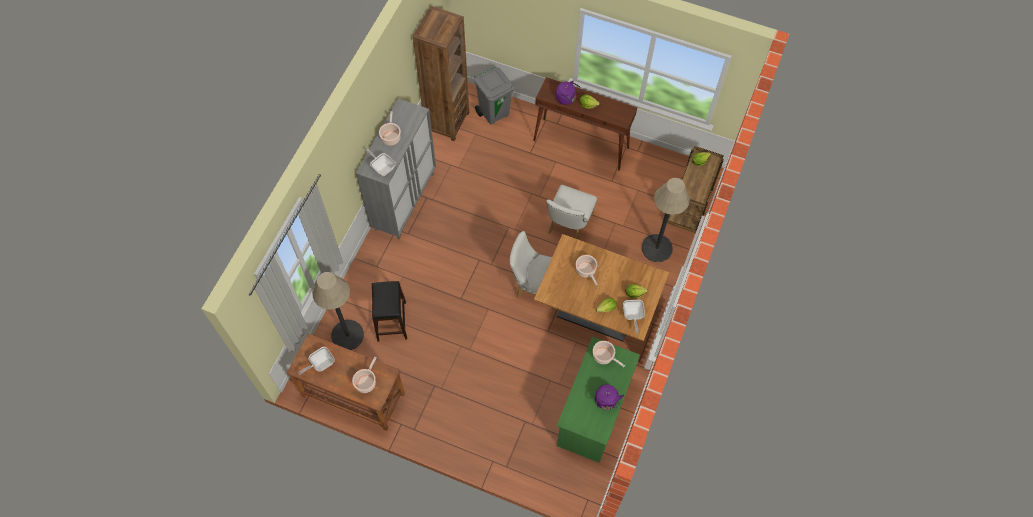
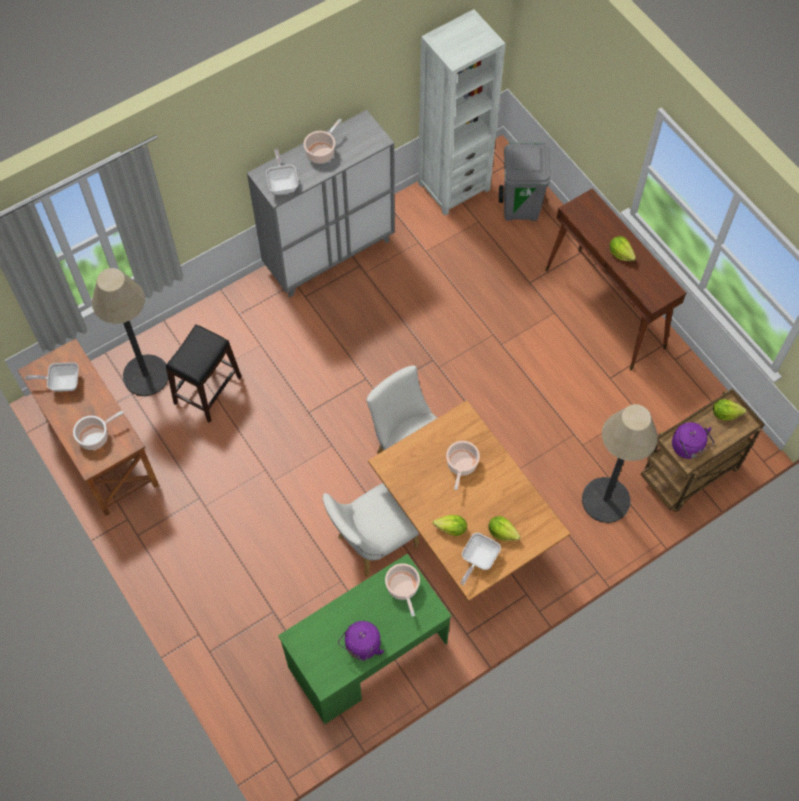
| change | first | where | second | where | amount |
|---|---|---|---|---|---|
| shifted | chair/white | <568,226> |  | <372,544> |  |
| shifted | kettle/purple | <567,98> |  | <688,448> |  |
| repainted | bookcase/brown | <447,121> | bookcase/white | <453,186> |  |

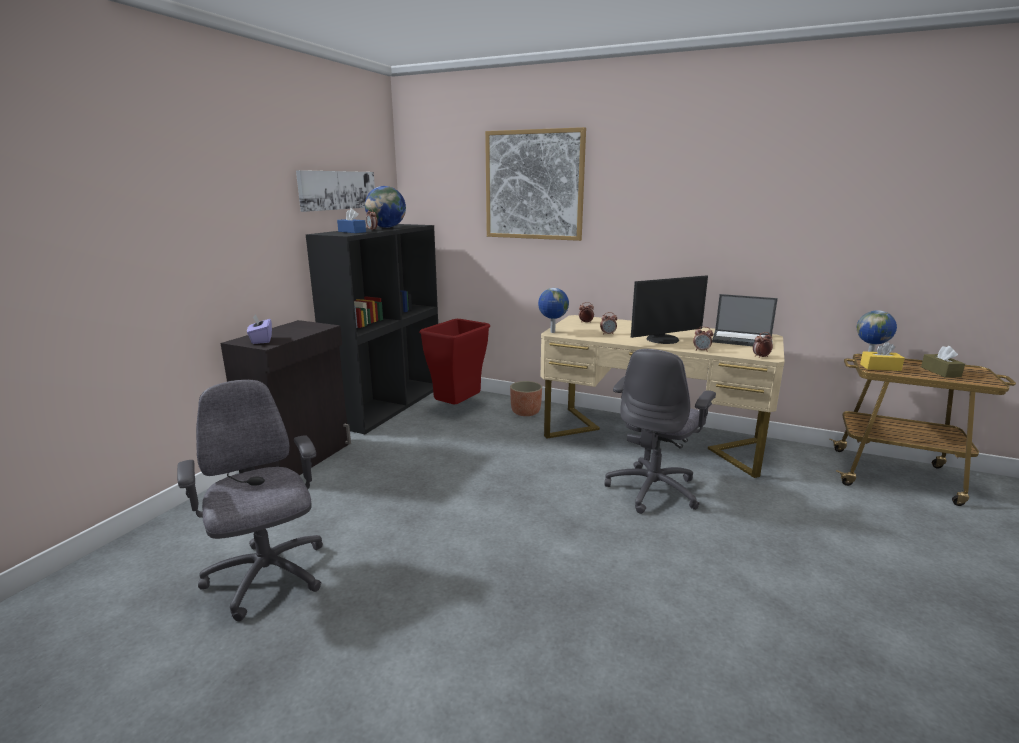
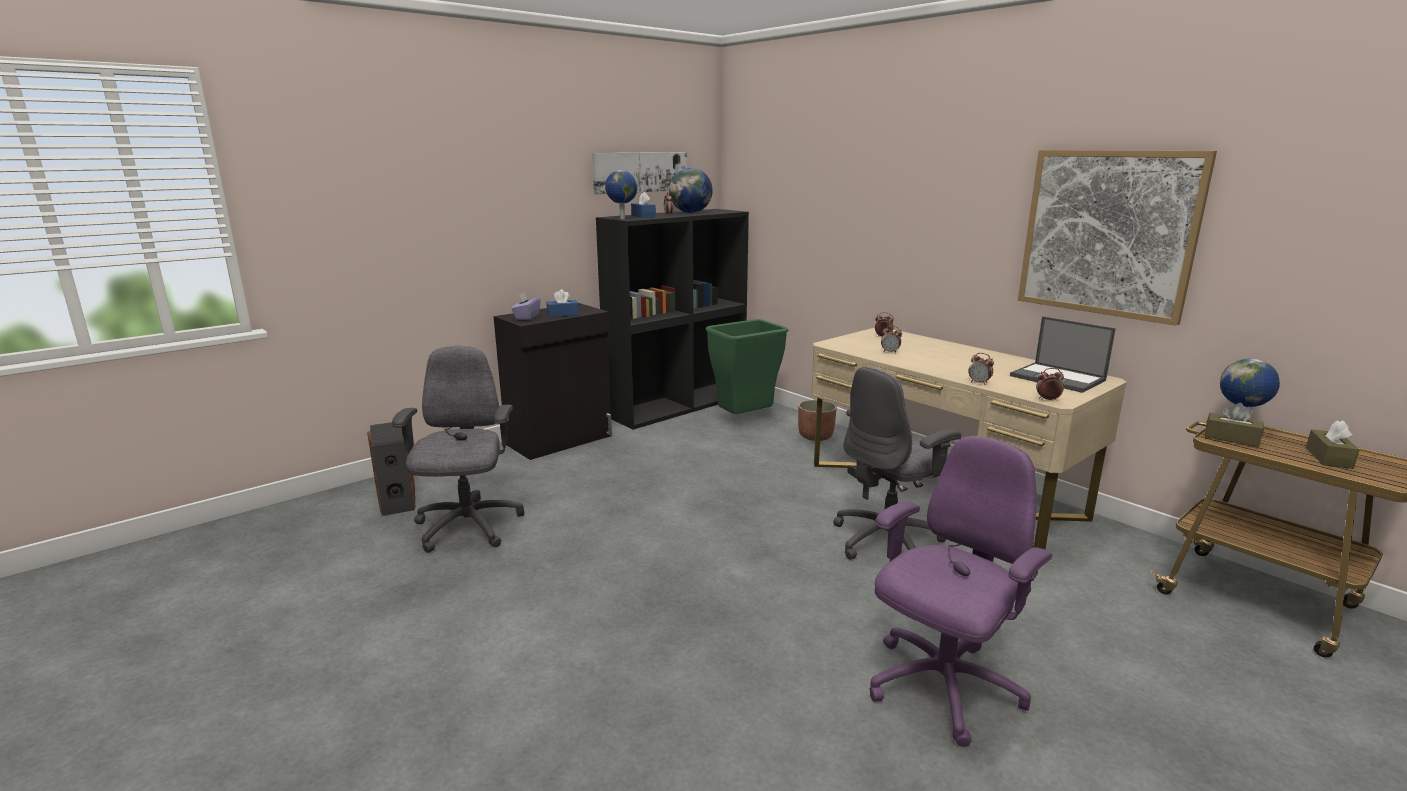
| change | first | where | second | where | amount |
|---|---|---|---|---|---|
| gone | monitor | <664,340> |  |  |  |
| new |  |  | speaker | <397,500> |  |
| new |  |  | tissue box/blue | <563,314> |  |
| new |  |  | office chair/purple | <941,688> |  |
| shifted | picture | <534,185> |  | <1108,233> |  |
| shifted | globe | <552,332> |  | <621,219> |  |
| repainted | trash can/red | <457,408> | trash can/green | <745,420> |  |
| repainted | tissue box/yellow | <880,367> | tissue box/brown | <1231,438> |  |

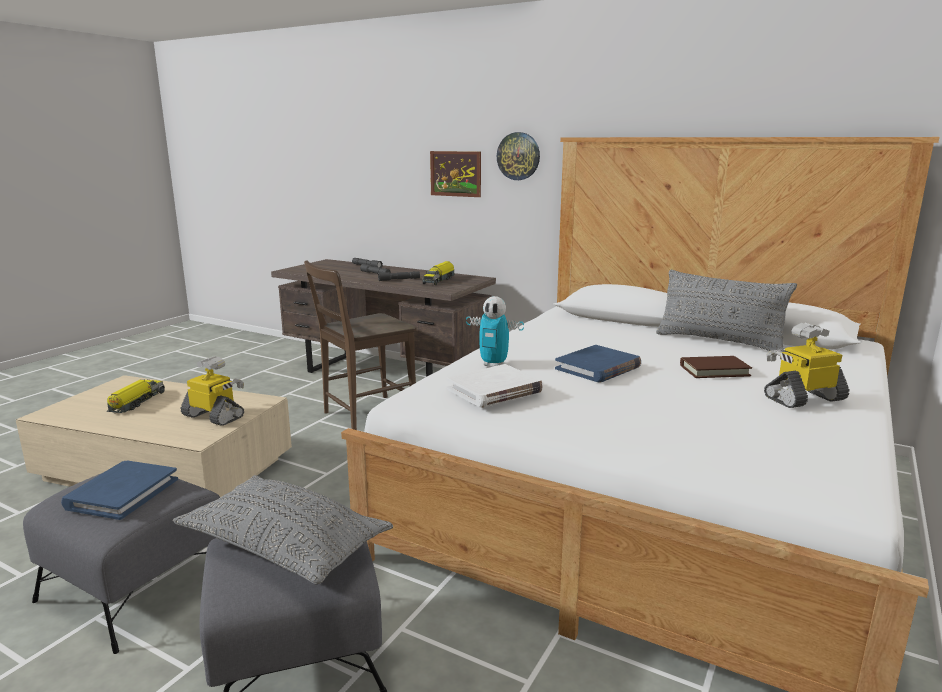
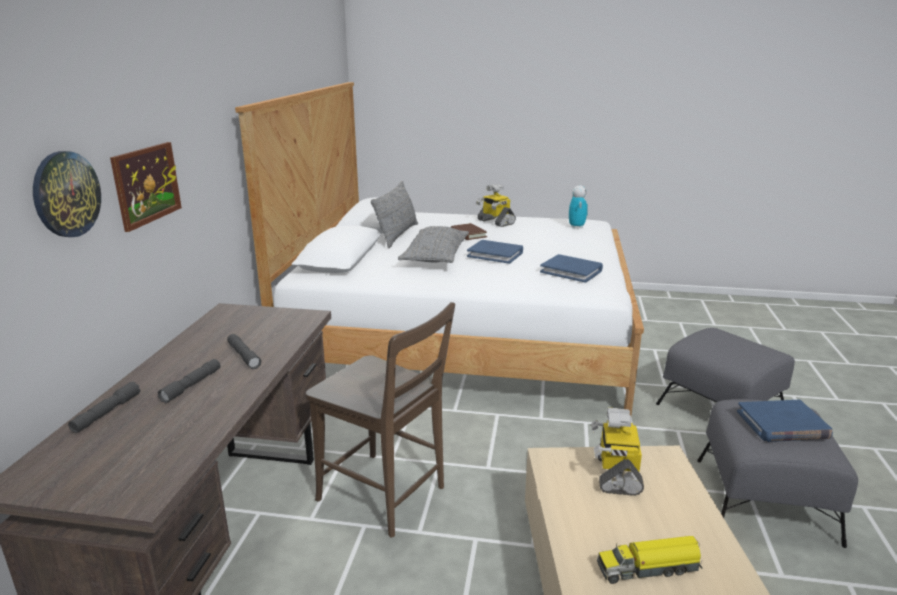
| change | first | where | second | where | amount |
|---|---|---|---|---|---|
| gone | toy truck | <439,280> |  |  |  |
| shifted | pillow/grey | <284,545> |  | <435,257> |  |
| shifted | toy robot | <494,364> |  | <576,227> |  |
| shifted | wall clock | <518,156> |  | <66,194> |  |
| repainted | book/white | <494,390> | book/blue | <571,271> |  |

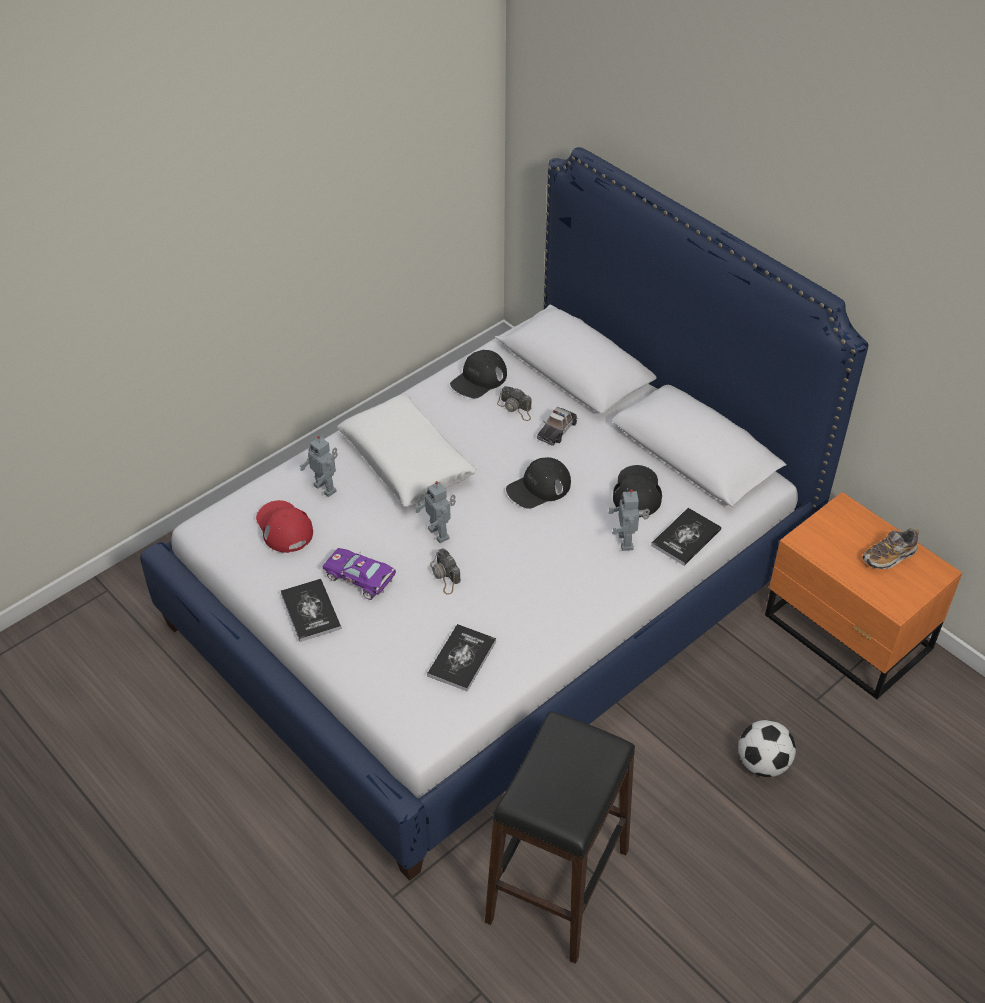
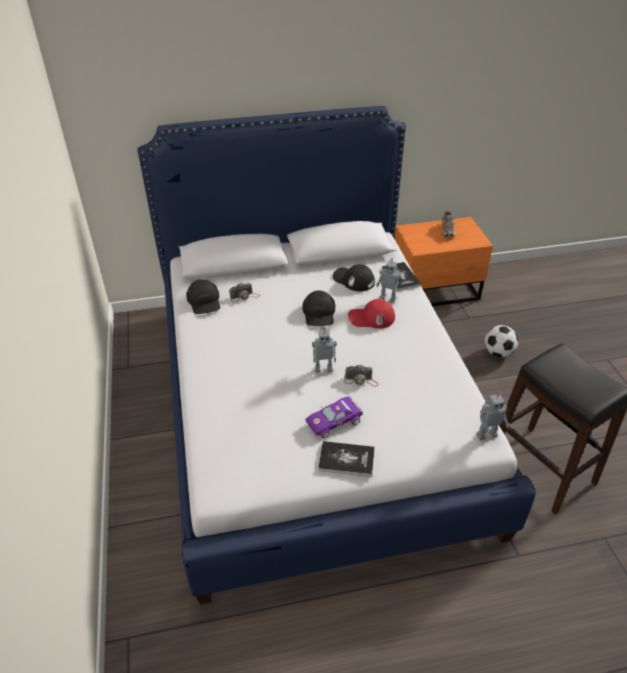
| change | first | where | second | where | amount |
|---|---|---|---|---|---|
| gone | pillow/white | <407,460> |  |  |  |
| gone | book | <462,658> |  |  |  |
| gone | toy car | <556,430> |  |  |  |
| shifted | cap/red | <284,527> |  | <371,318> |  |
| shifted | toy robot | <326,488> |  | <486,434> |  |

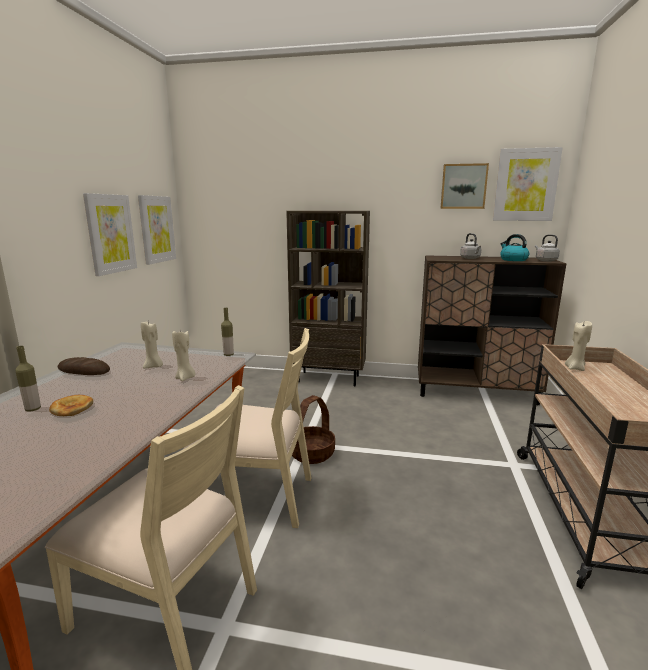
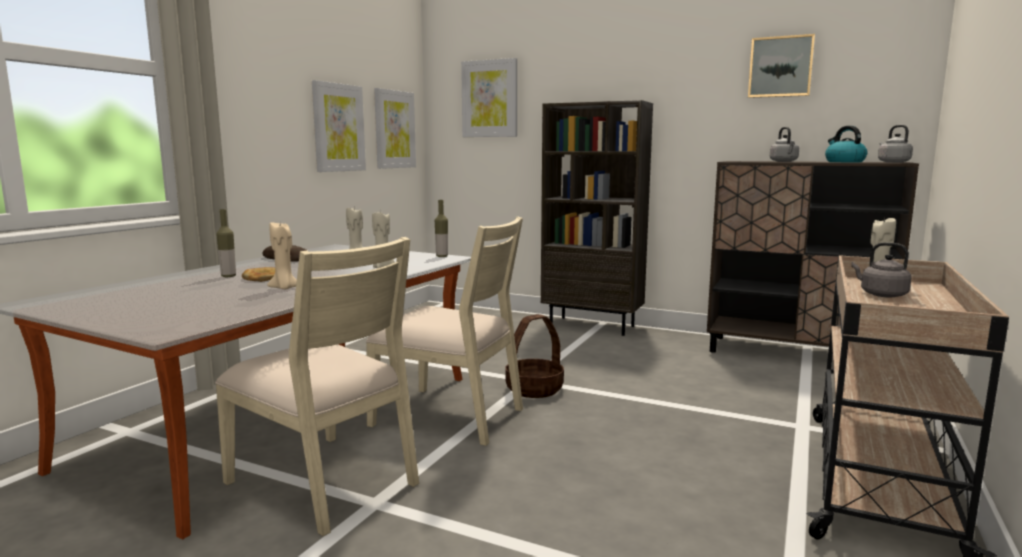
| change | first | where | second | where | amount |
|---|---|---|---|---|---|
| new |  |  | candle/beige | <284,288> |  |
| new |  |  | kettle/grey | <881,294> |  |
| shifted | picture | <525,185> |  | <489,99> |  |

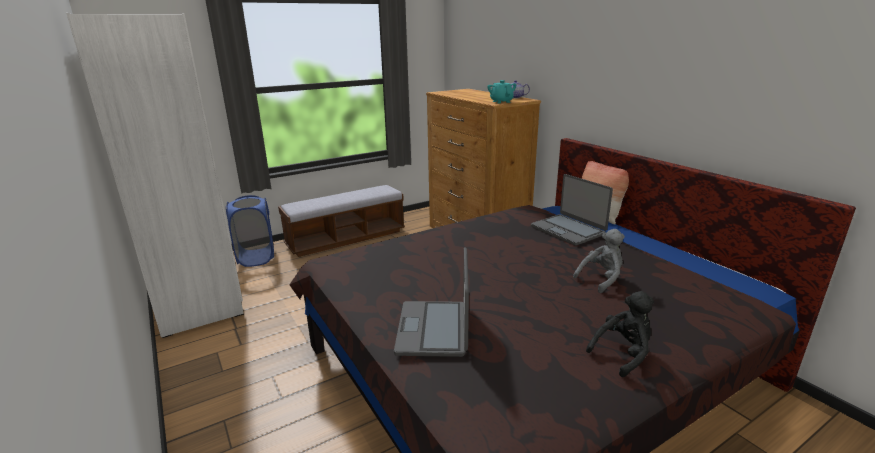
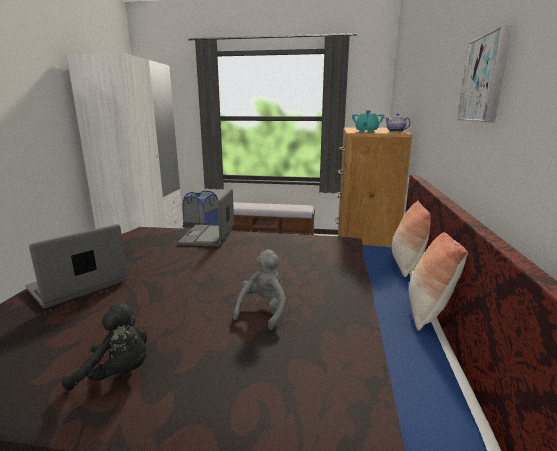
| change | first | where | second | where | amount |
|---|---|---|---|---|---|
| new |  |  | pillow | <428,310> |  |
| new |  |  | picture | <485,79> |  |
| shifted | laptop | <568,230> |  | <208,236> |  |
| rotated | plush toy/grey | <601,279> |  | <263,311> | 75 degrees counterclockwise |

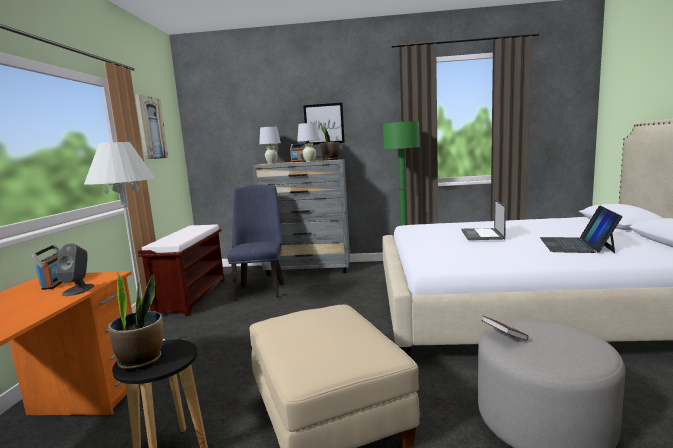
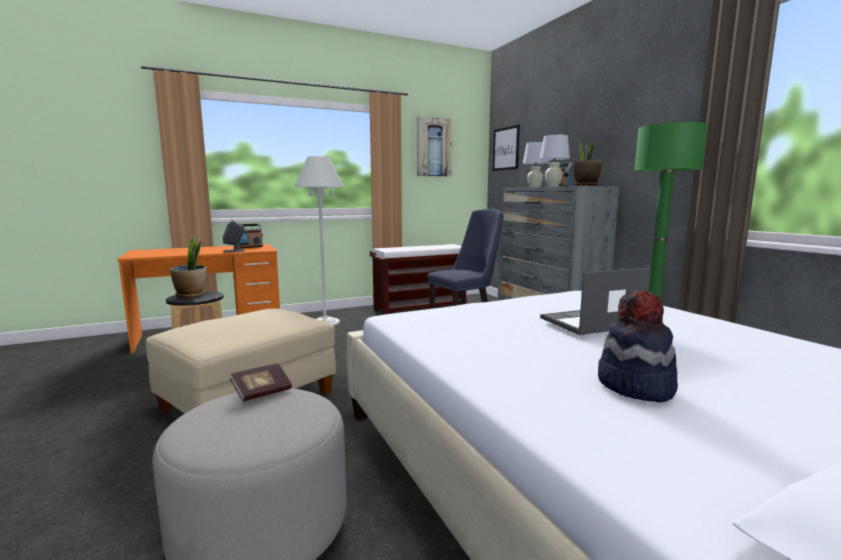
| change | first | where | second | where | amount |
|---|---|---|---|---|---|
| shifted | picture | <324,124> |  | <506,148> |  |
| swapped | laptop | <576,245> | hat | <634,386> |  |

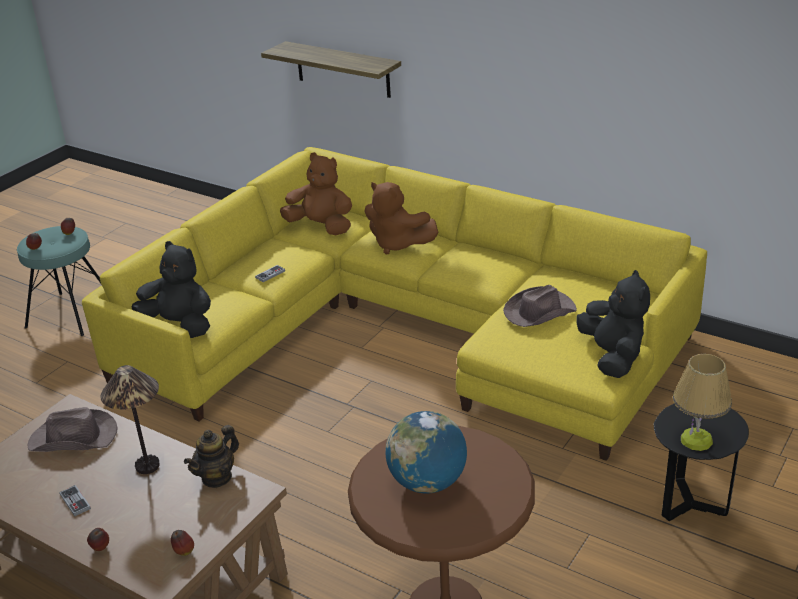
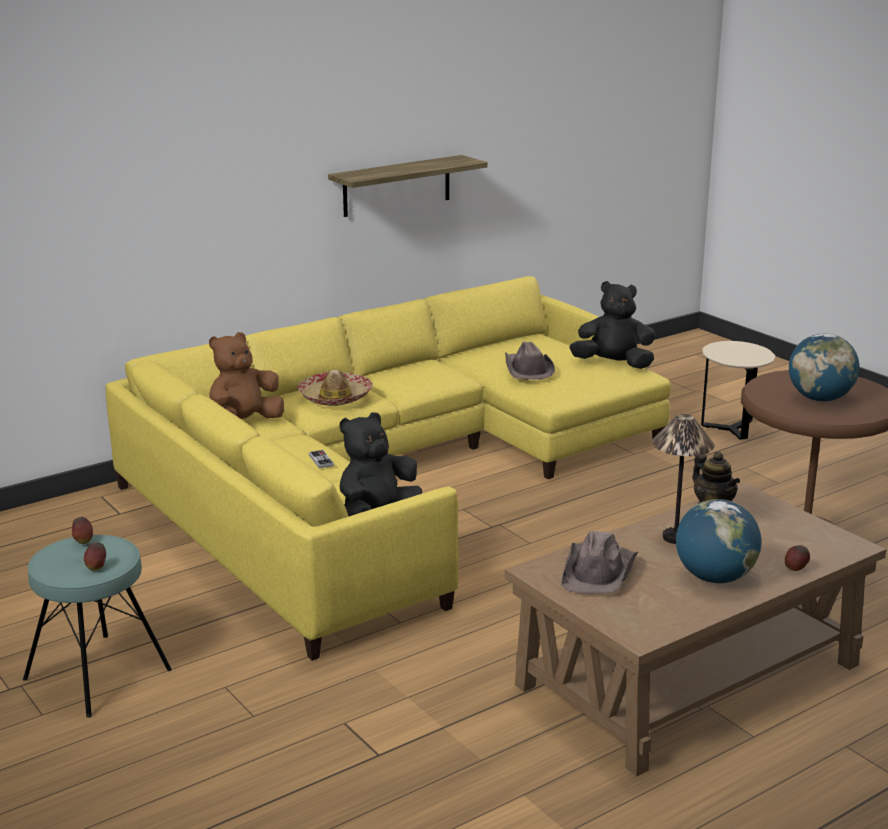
| change | first | where | second | where | amount |
|---|---|---|---|---|---|
| gone | apple | <183,552> |  |  |  |
| gone | table lamp | <696,440> |  |  |  |
| shifted | shelf | <342,69> |  | <397,186> |  |
| swapped | game controller | <75,502> | globe | <714,578> |  |
| swapped | plush toy/brown | <397,244> | hat | <335,397> |  |
| repainted | side table/black | <690,505> | side table/beige | <731,429> |  |

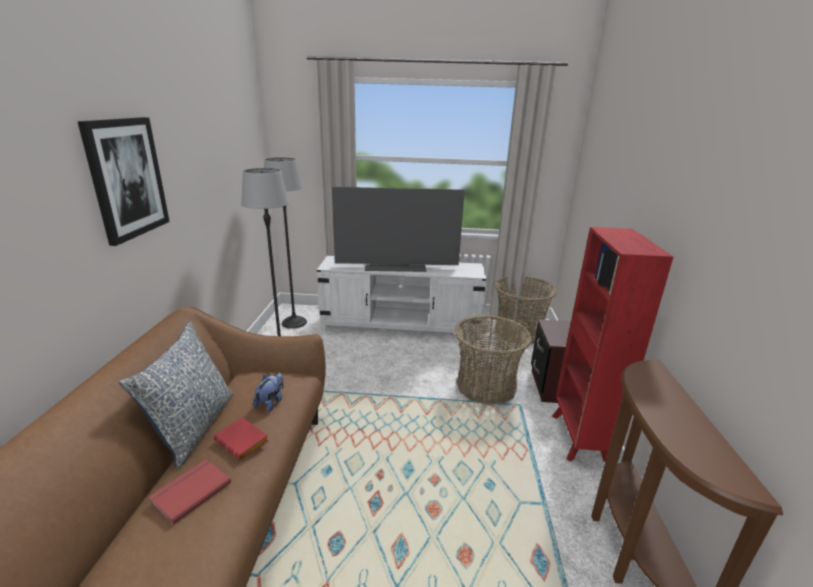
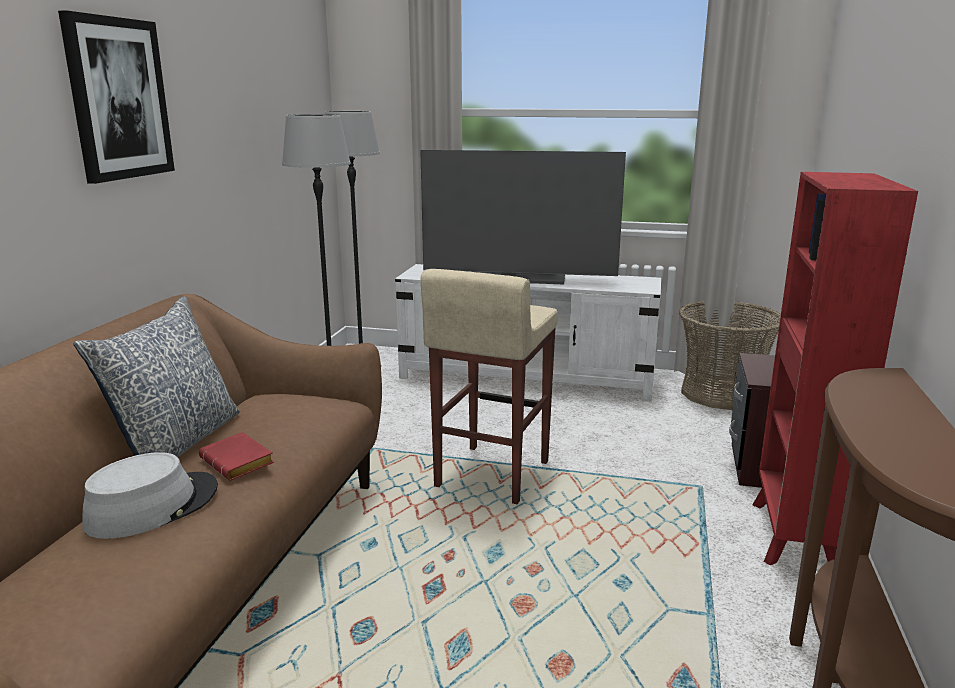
| change | first | where | second | where | amount |
|---|---|---|---|---|---|
| gone | plush toy | <271,402> |  |  |  |
| gone | basket | <486,386> |  |  |  |
| new |  |  | stool/beige | <490,474> |  |
| swapped | book/red | <190,491> | hat/grey | <152,506> |  |

